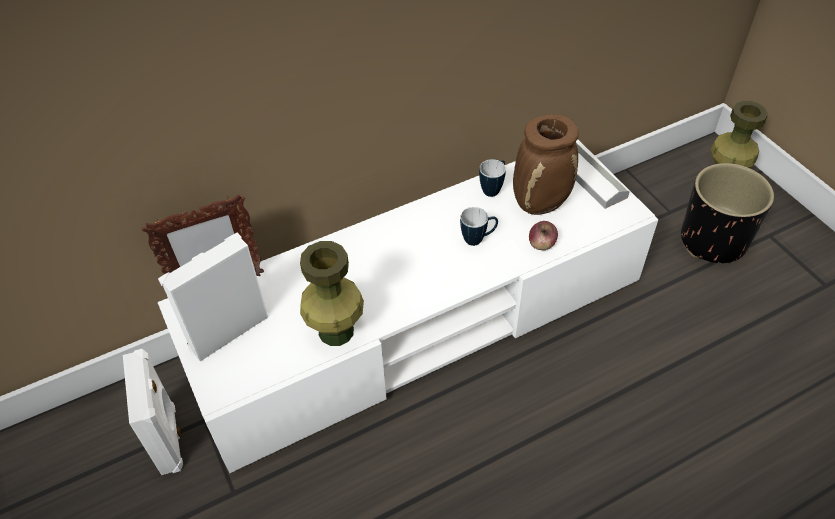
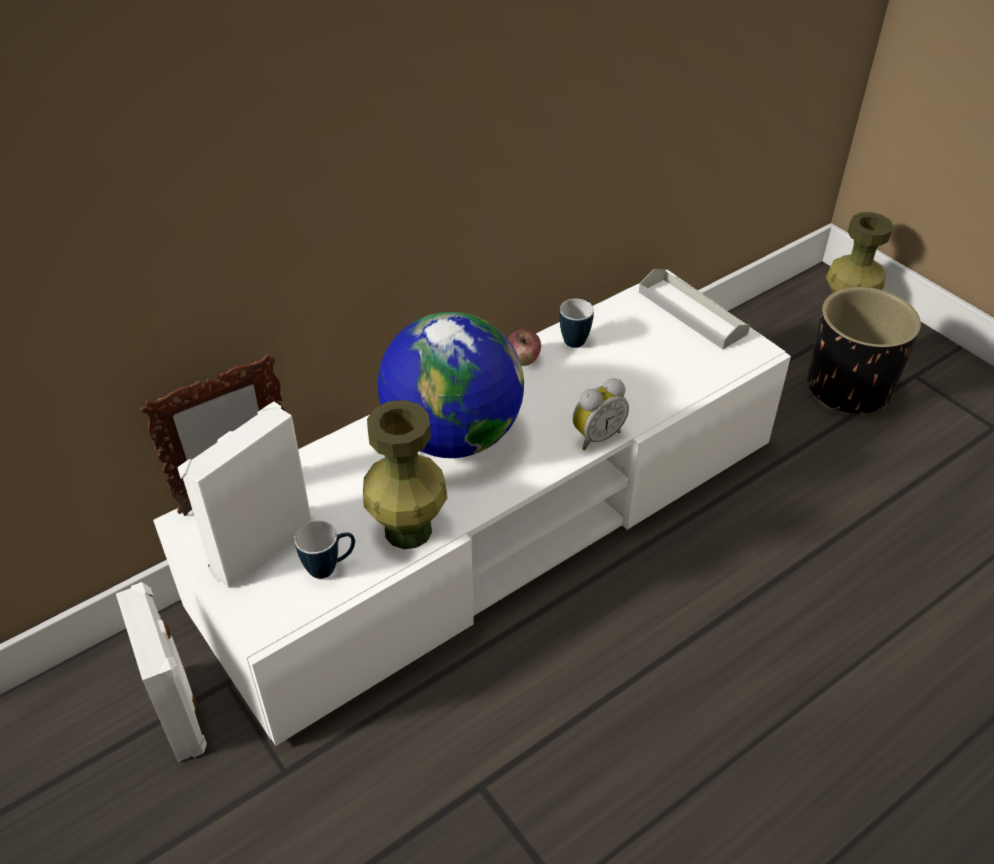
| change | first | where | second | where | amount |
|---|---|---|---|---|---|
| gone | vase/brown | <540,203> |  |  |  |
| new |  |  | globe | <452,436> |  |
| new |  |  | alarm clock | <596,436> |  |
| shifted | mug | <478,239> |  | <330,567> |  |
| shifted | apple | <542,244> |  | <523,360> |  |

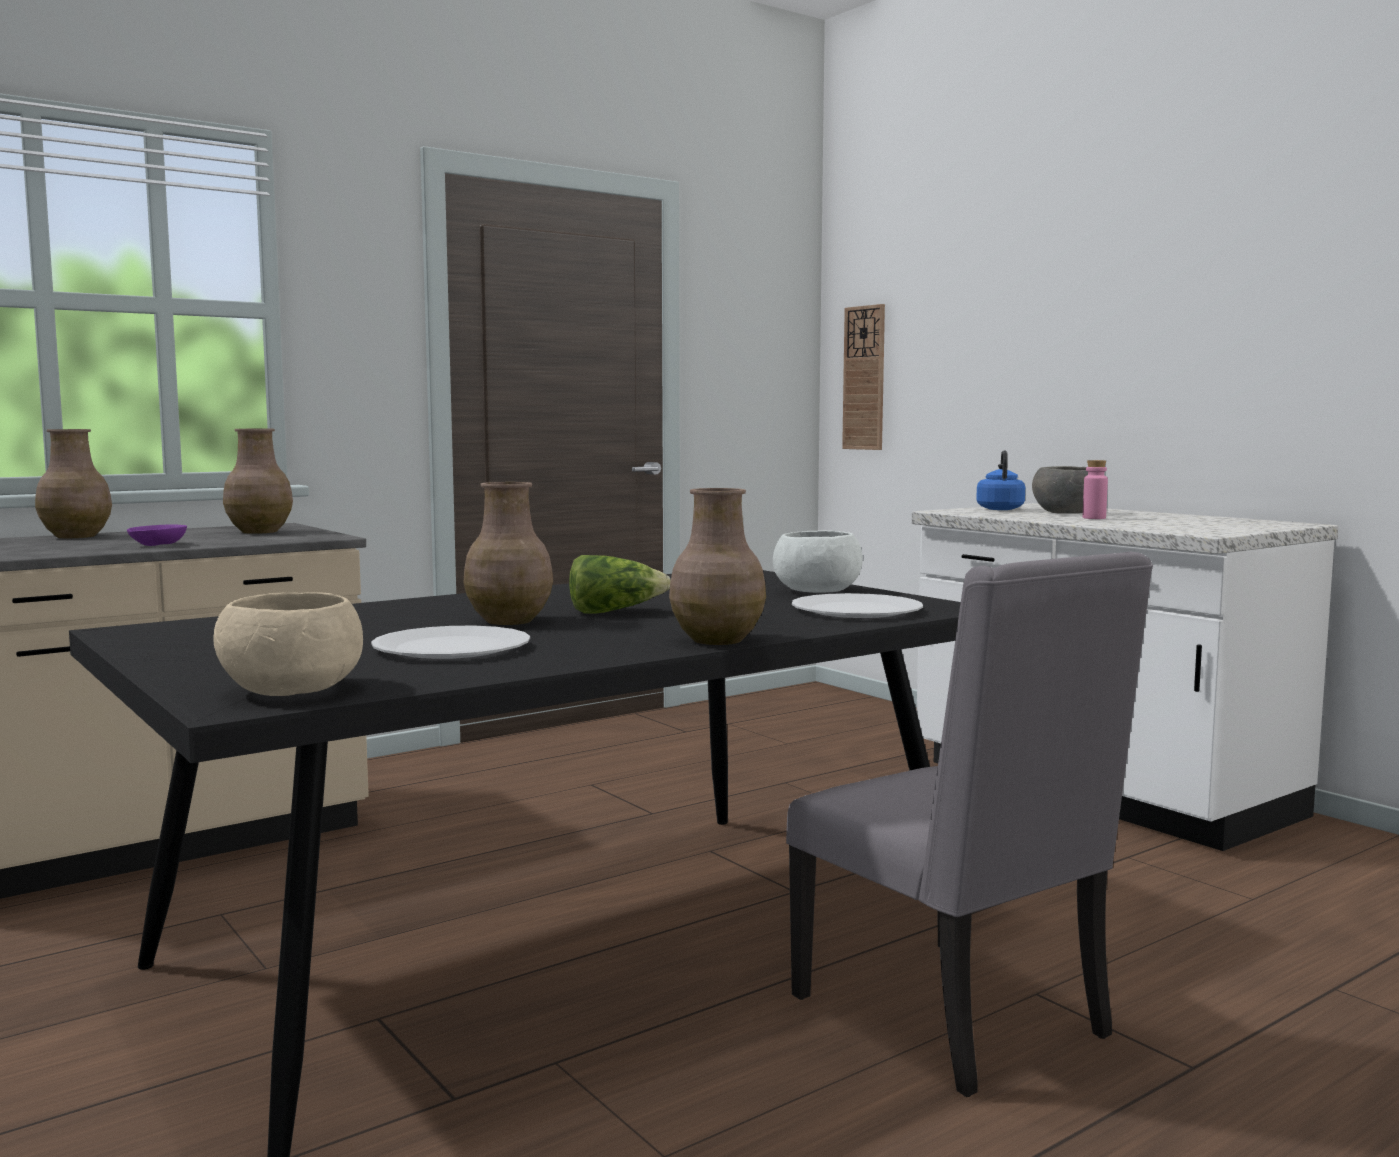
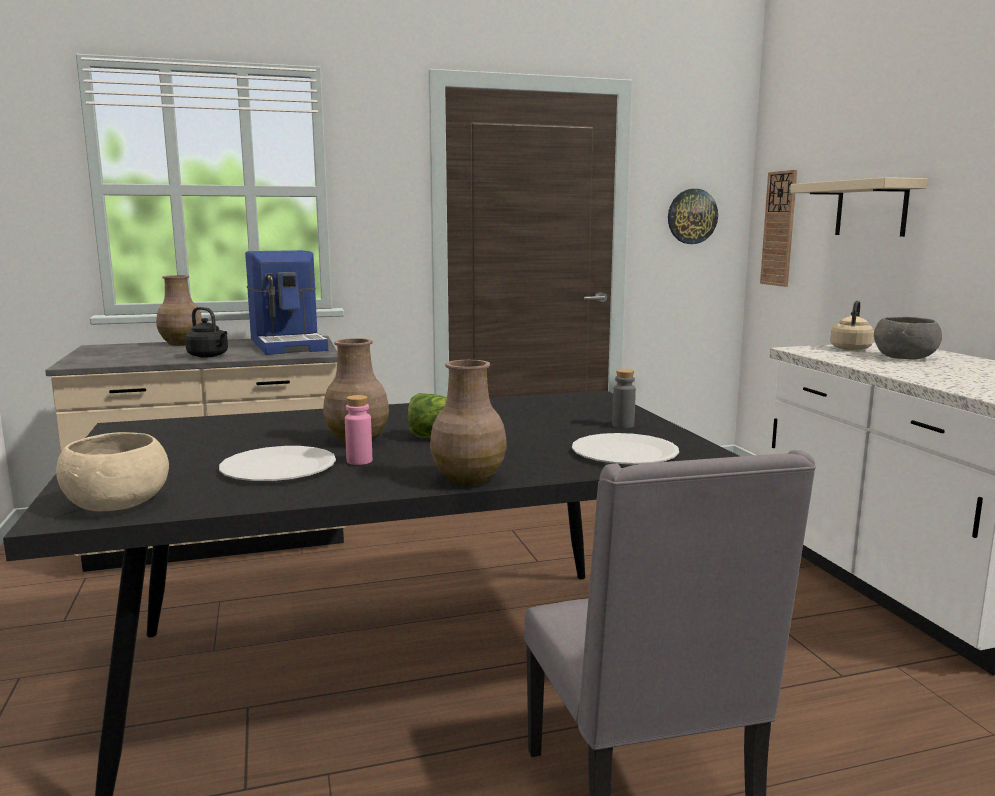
| change | first | where | second | where | amount |
|---|---|---|---|---|---|
| new |  |  | wall clock | <692,216> |  |
| new |  |  | shelf/beige | <871,208> |  |
| shifted | bottle/pink | <1094,518> |  | <359,461> |  |
| swapped | bowl/purple | <160,545> | kettle/black | <209,356> |  |
| swapped | vase/brown | <260,531> | coffee machine | <289,345> |  |
| swapped | bowl/white | <816,591> | bottle/grey | <623,425> |  |
| repainted | kettle/blue | <1000,509> | kettle/beige | <850,348> |  |

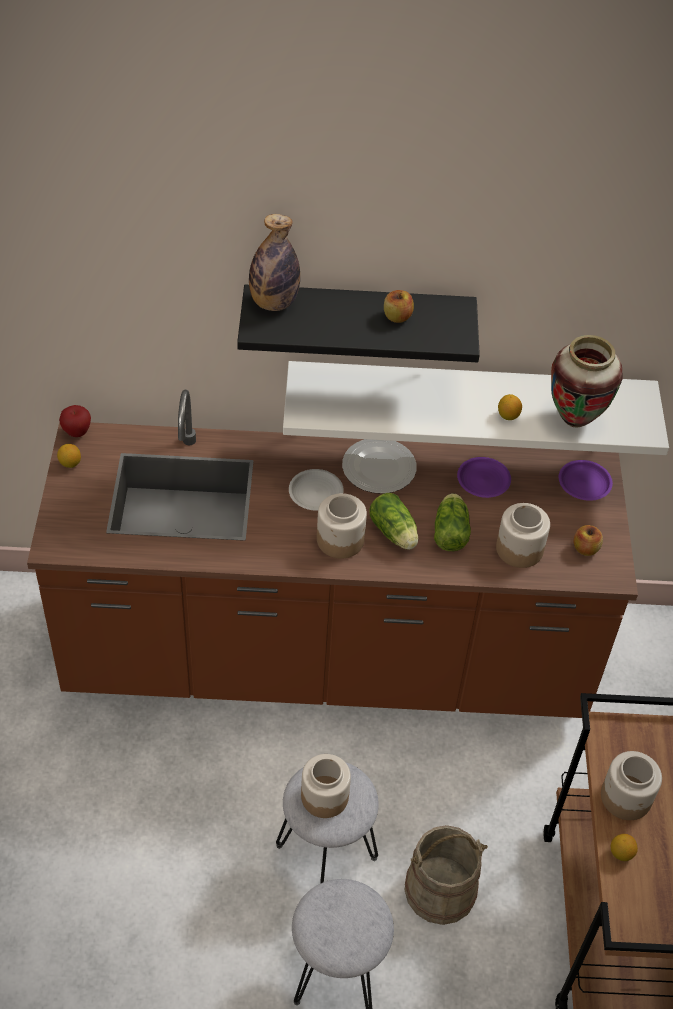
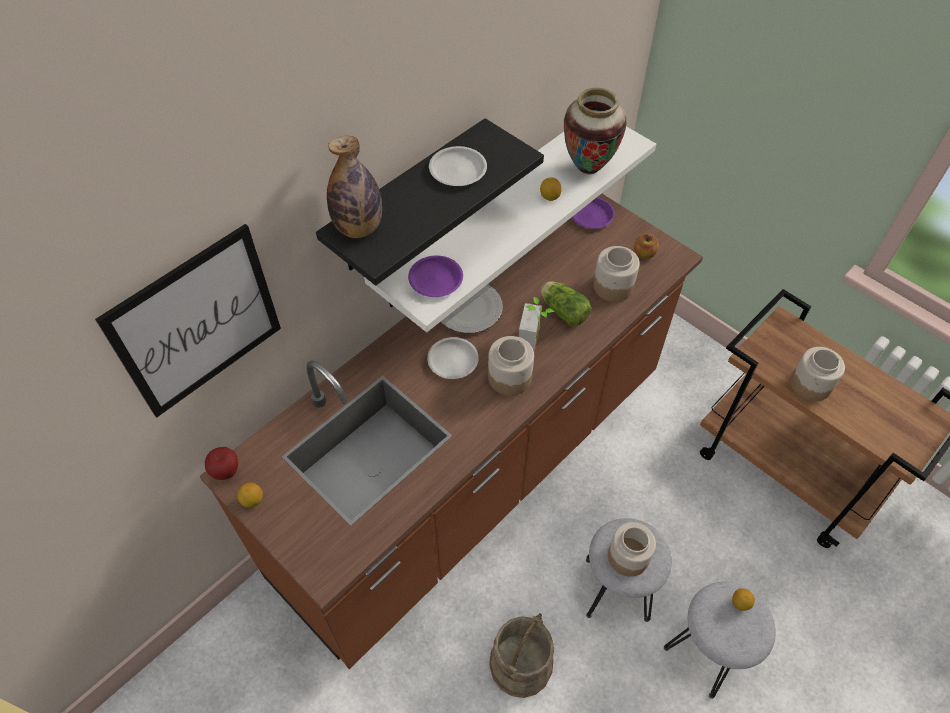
| change | first | where | second | where | amount |
|---|---|---|---|---|---|
| new |  |  | picture | <197,323> |  |
| shifted | bucket/beige | <440,889> |  | <520,664> |  |
| shifted | plate/purple | <483,480> |  | <435,279> |  |
| shifted | lemon | <621,853> |  | <740,603> |  |
| swapped | lettuce | <394,534> | potted plant | <535,342> |  |
| swapped | apple | <397,317> | plate/white | <457,170> |  |

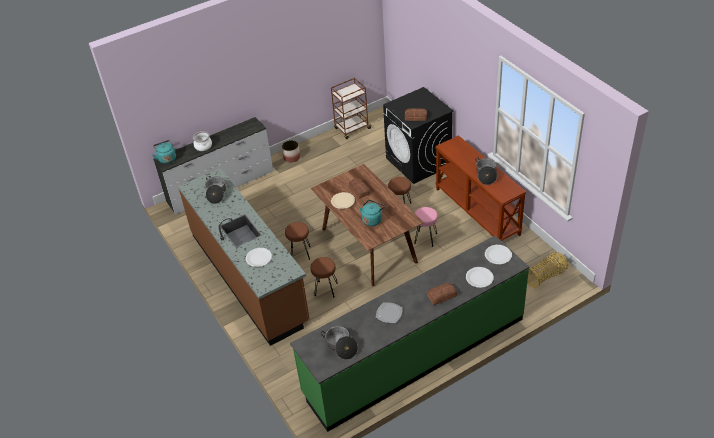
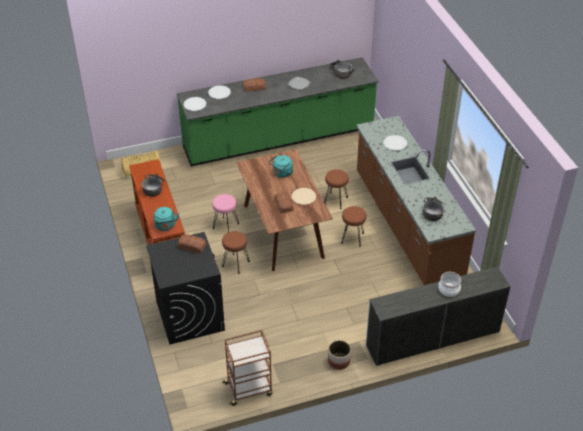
| change | first | where | second | where | amount |
|---|---|---|---|---|---|
| shifted | kettle/turquoise | <166,158> |  | <165,226> |  |

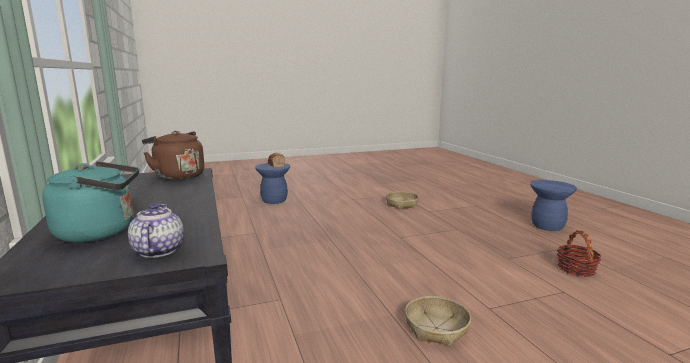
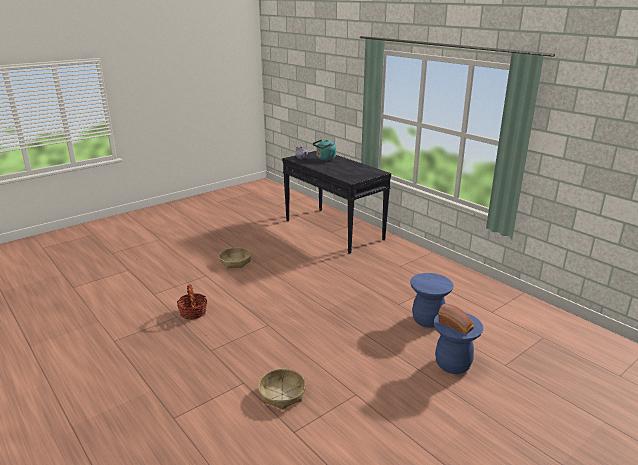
| change | first | where | second | where | amount |
|---|---|---|---|---|---|
| gone | kettle/brown | <177,176> |  |  |  |
| shifted | stool/blue | <547,226> |  | <427,320> |  |
| shifted | basket | <576,269> |  | <193,312> |  |

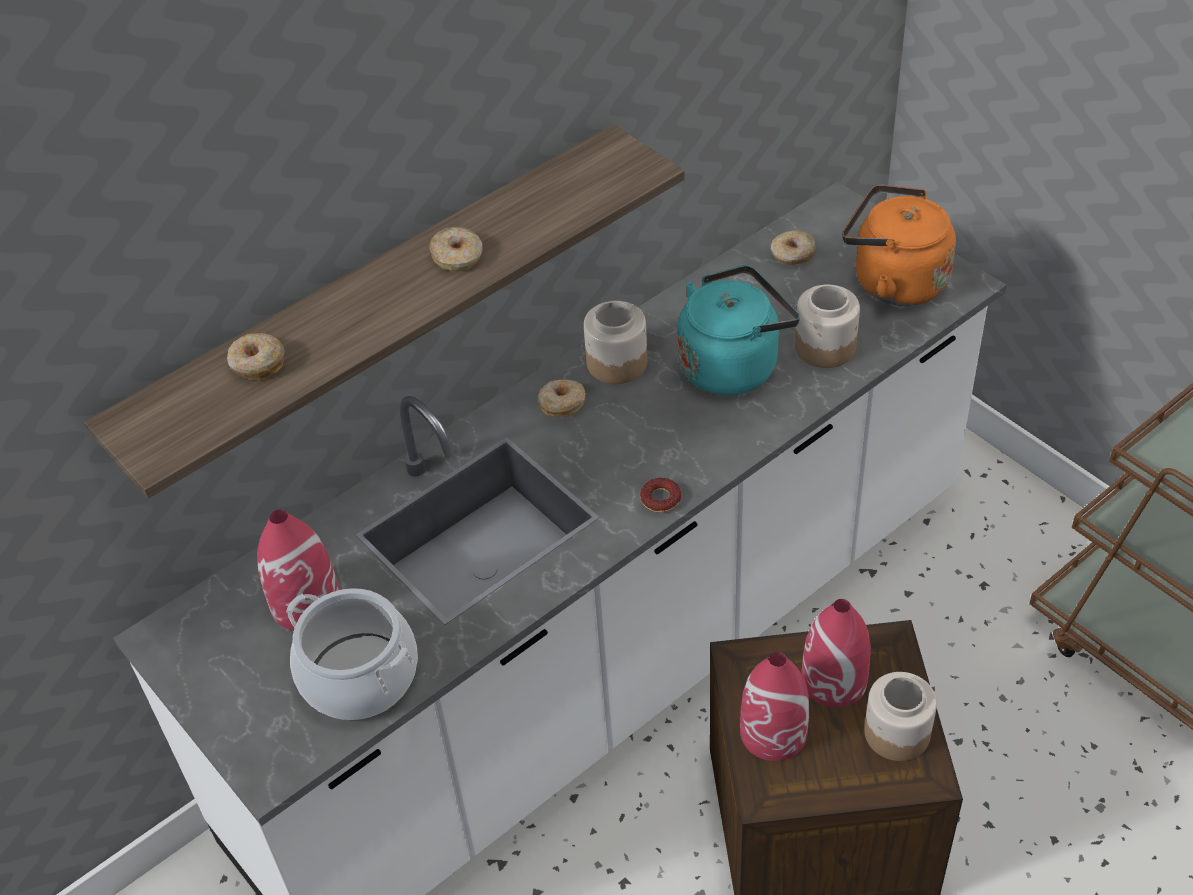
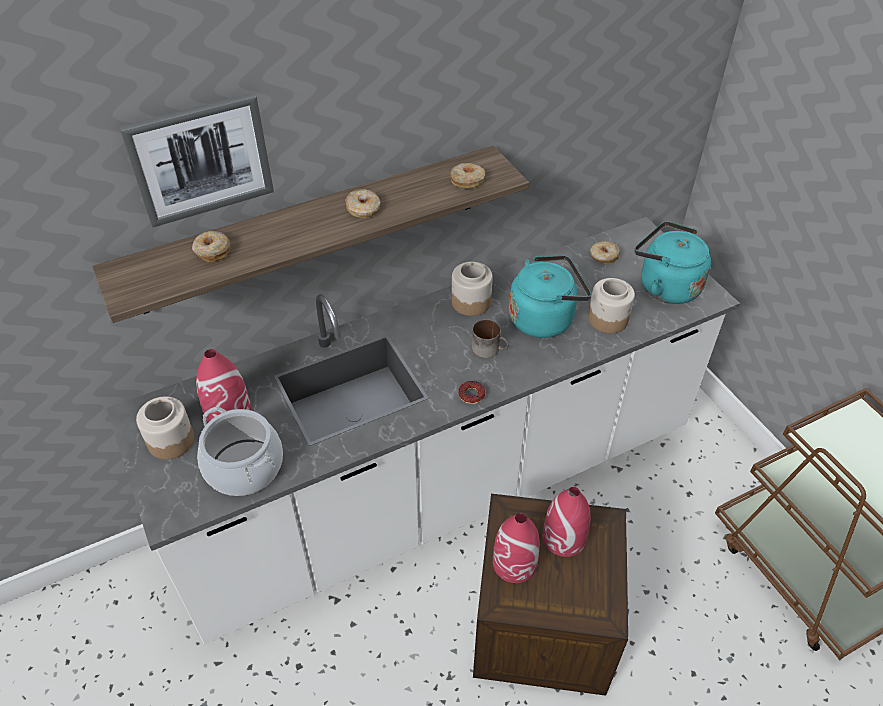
| change | first | where | second | where | amount |
|---|---|---|---|---|---|
| new |  |  | picture | <200,159> |  |
| new |  |  | mug | <489,348> |  |
| shifted | donut | <562,403> |  | <467,180> |  |
| shifted | jar | <896,732> |  | <171,440> |  |
| repainted | kettle/orange | <893,281> | kettle/turquoise | <665,286> |  |

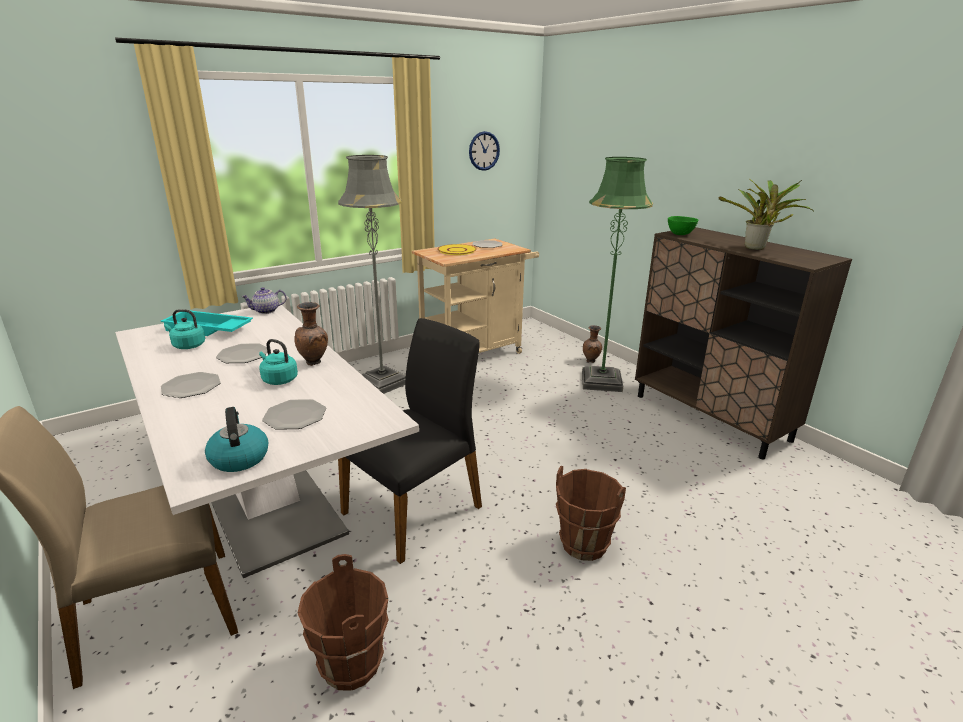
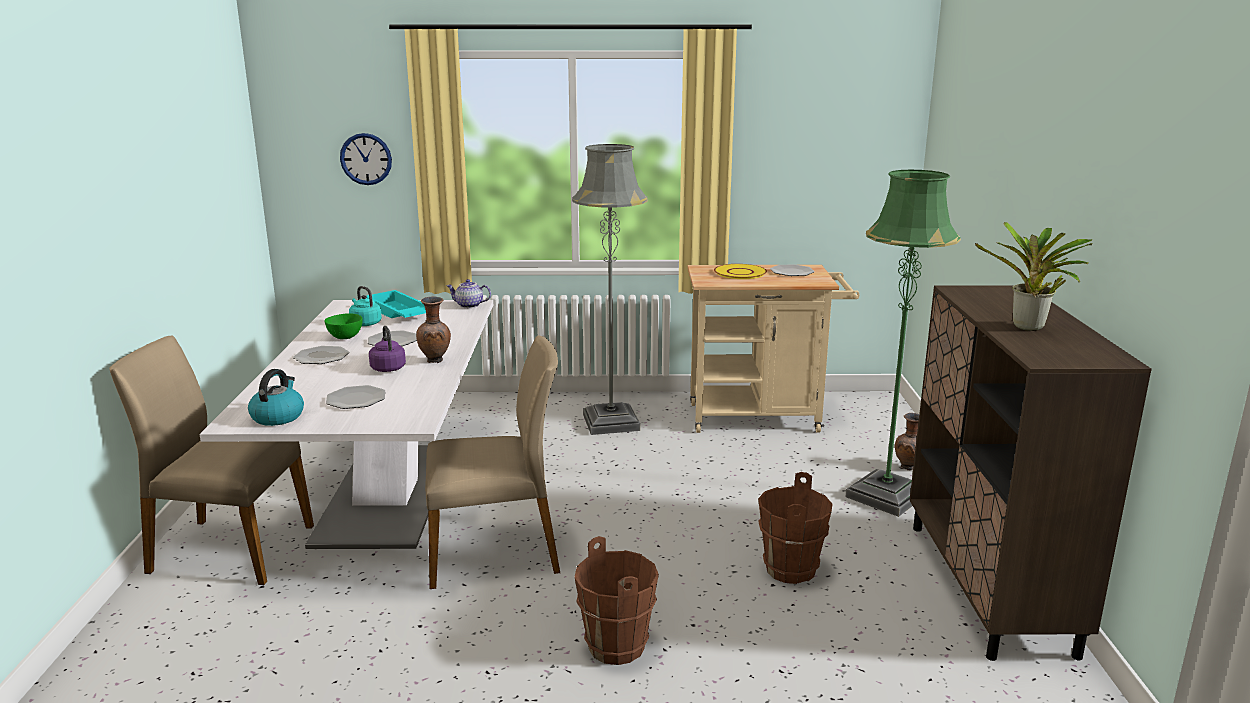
| change | first | where | second | where | amount |
|---|---|---|---|---|---|
| shifted | bucket/brown | <350,665> |  | <789,570> |  |
| shifted | wall clock | <484,151> |  | <366,159> |  |
| shifted | bowl/green | <681,234> |  | <345,338> |  |
| repainted | kettle/turquoise | <278,379> | kettle/purple | <387,368> |  |
| repainted | chair/black | <415,510> | chair/beige | <495,551> |  |

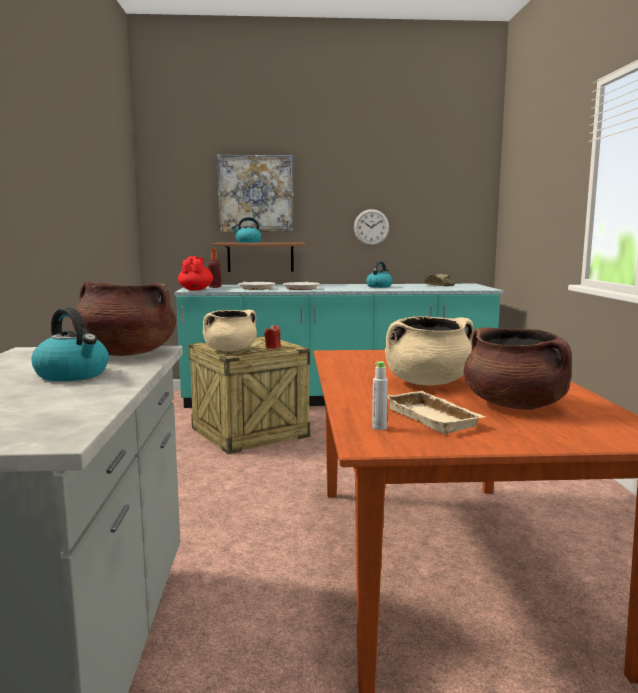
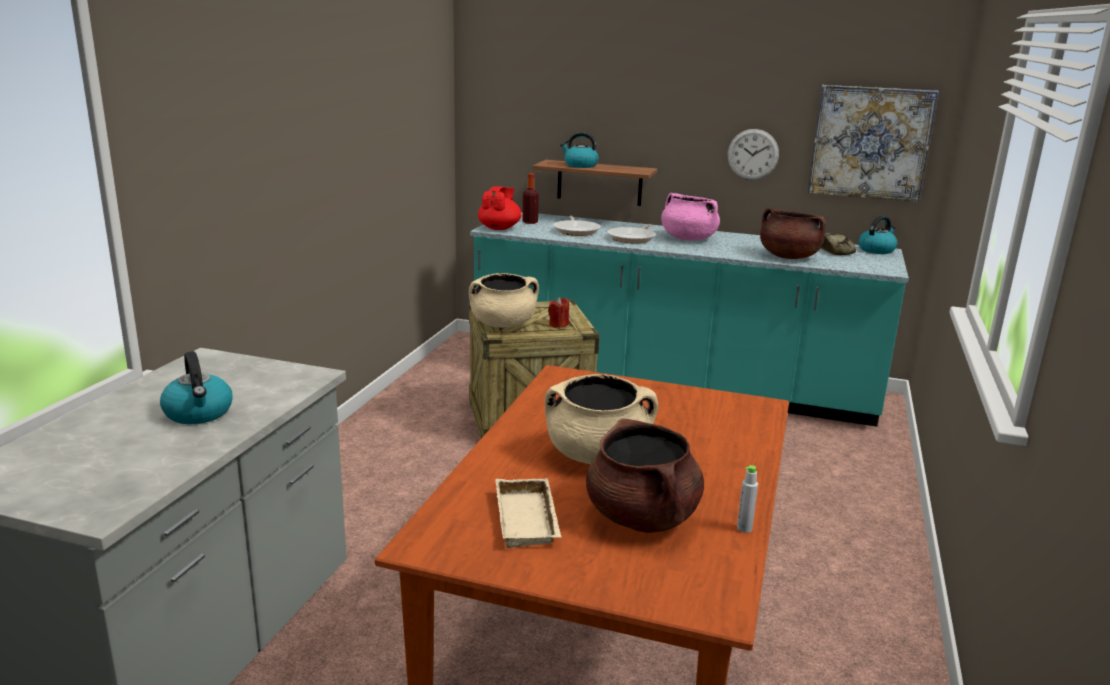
| change | first | where | second | where | amount |
|---|---|---|---|---|---|
| new |  |  | cooking pot/pink | <688,238> |  |
| shifted | cooking pot/brown | <126,353> |  | <788,257> |  |
| shifted | picture | <256,194> |  | <870,143> |  |
| shifted | kettle | <379,286> |  | <876,250> |  |
| shifted | bottle/grey | <379,427> |  | <744,528> |  |

